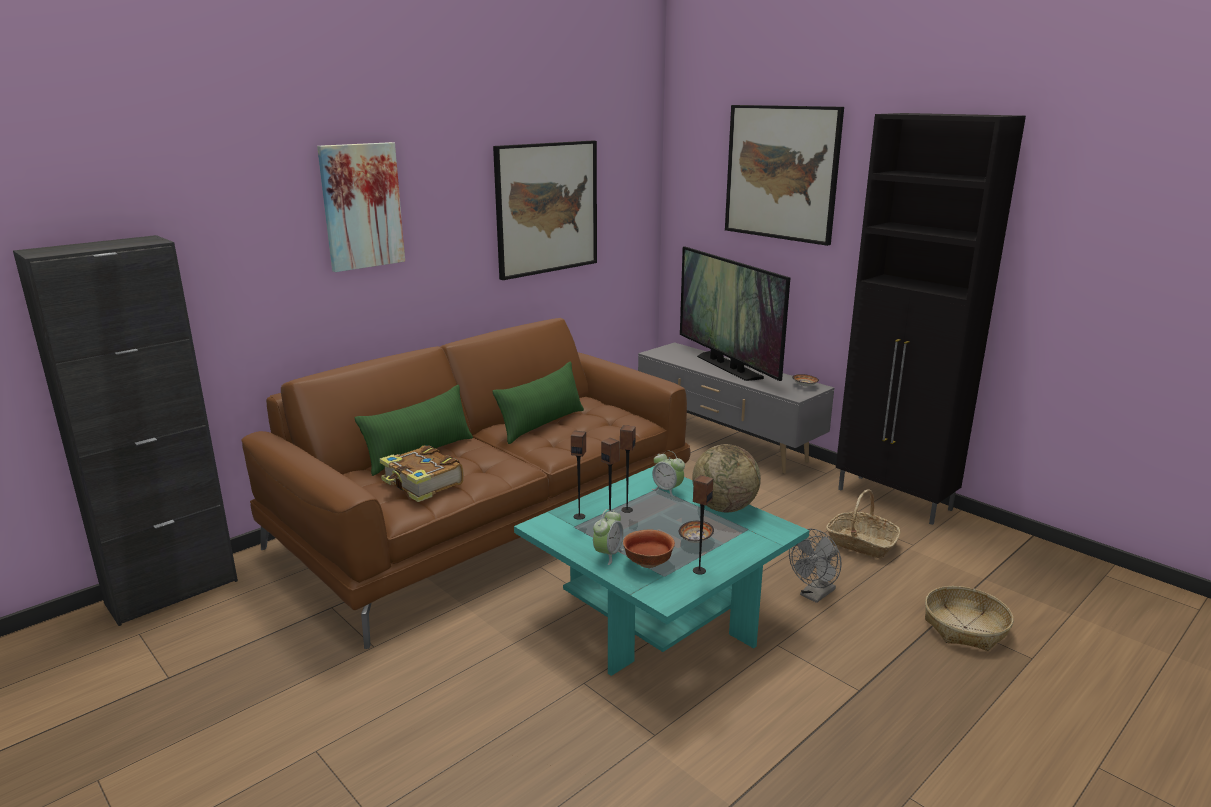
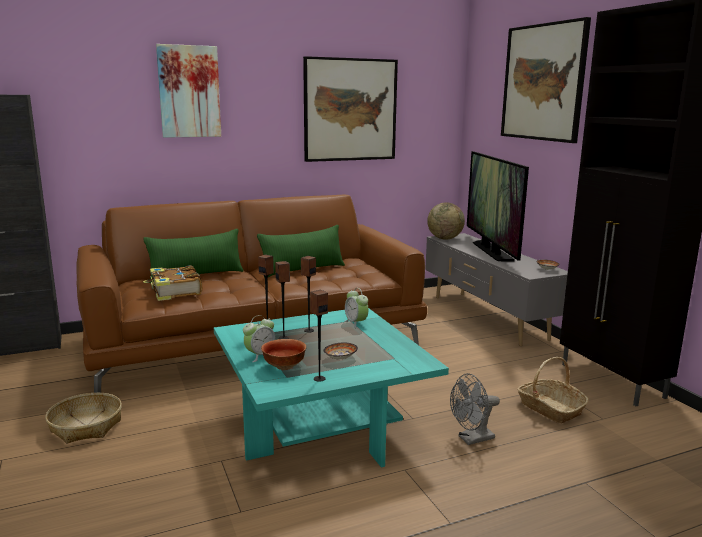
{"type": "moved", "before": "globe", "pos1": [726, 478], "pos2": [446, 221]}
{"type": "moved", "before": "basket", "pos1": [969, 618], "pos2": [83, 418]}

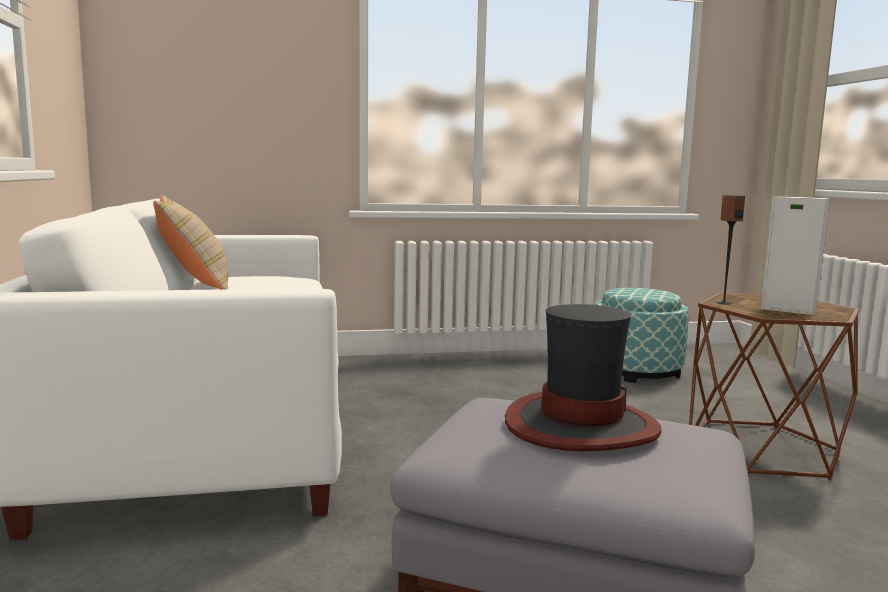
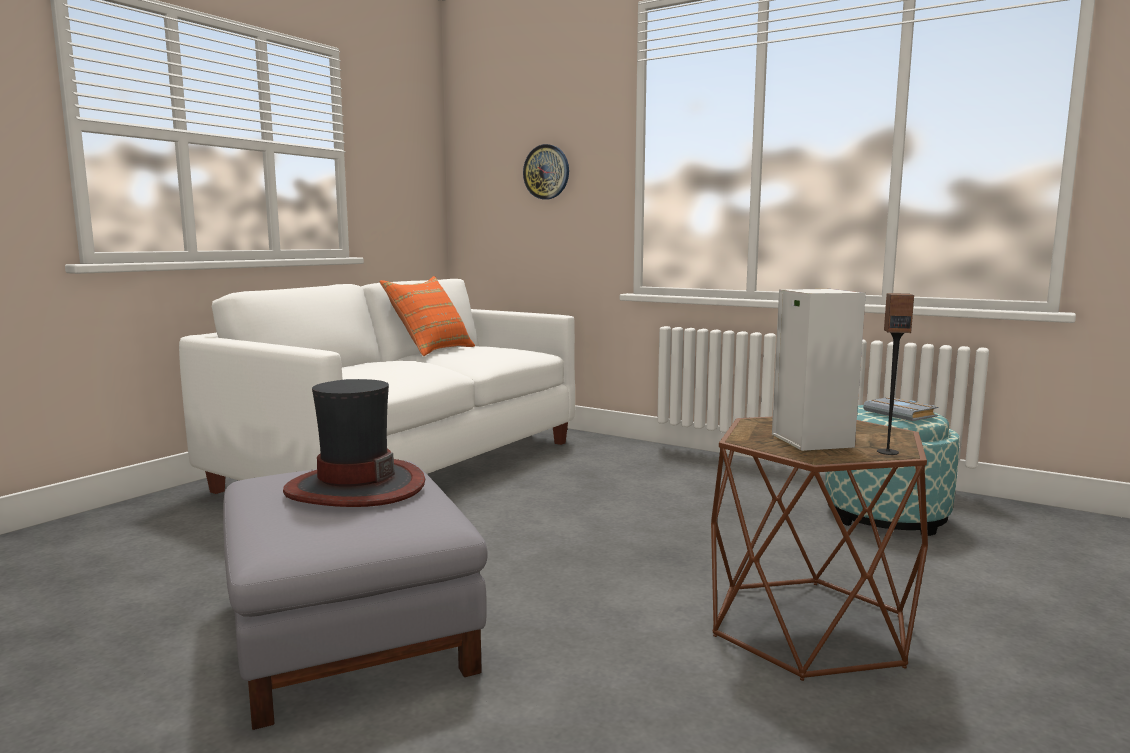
{"type": "added", "after": "wall clock", "pos2": [546, 172]}
{"type": "added", "after": "grey book", "pos2": [900, 409]}
{"type": "moved", "before": "speaker", "pos1": [731, 249], "pos2": [895, 374]}
{"type": "recoloured", "before": "beige pillow", "after": "orange pillow", "pos1": [191, 242], "pos2": [427, 316]}

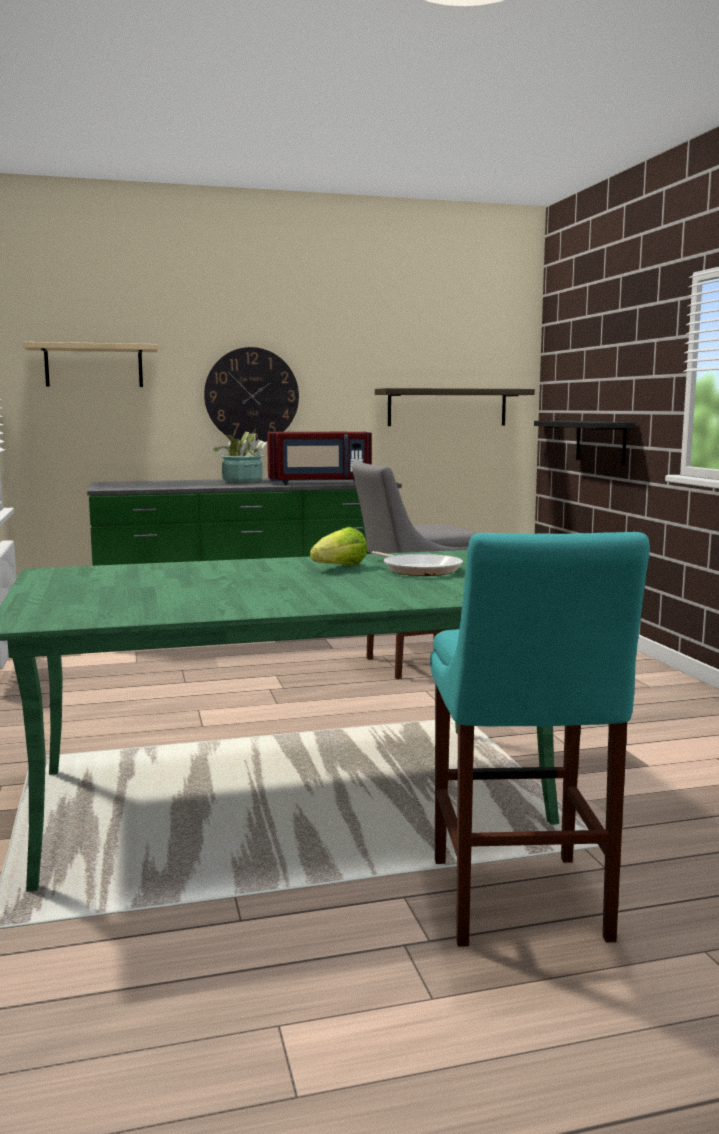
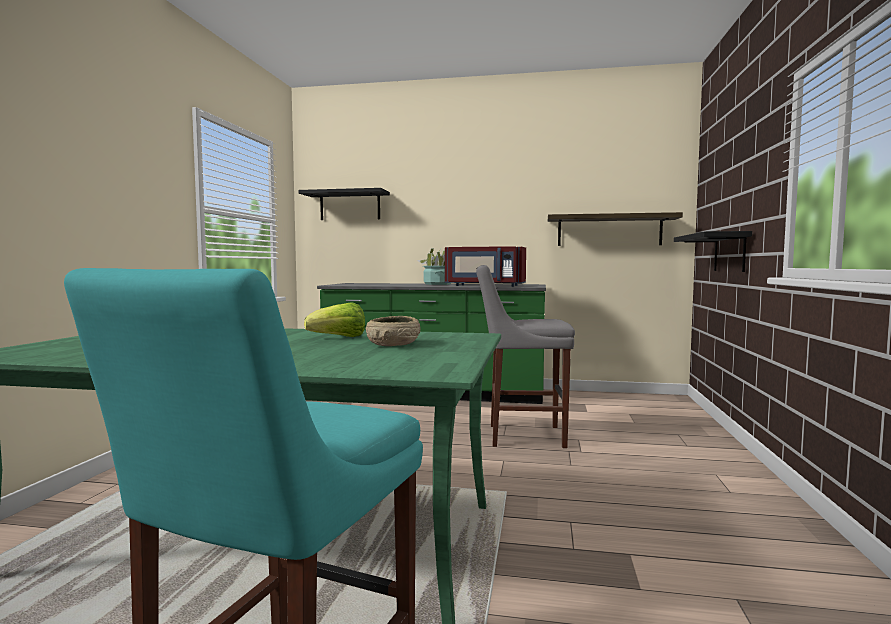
{"type": "removed", "before": "wall clock", "pos1": [251, 394]}
{"type": "replaced", "before": "frying pan", "after": "beige bowl", "pos1": [417, 563], "pos2": [393, 331]}
{"type": "recoloured", "before": "beige shelf", "after": "black shelf", "pos1": [90, 364], "pos2": [344, 204]}

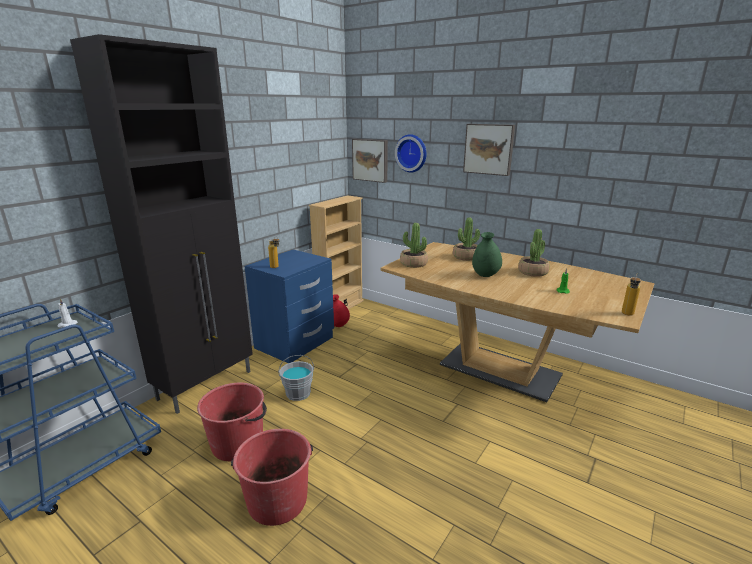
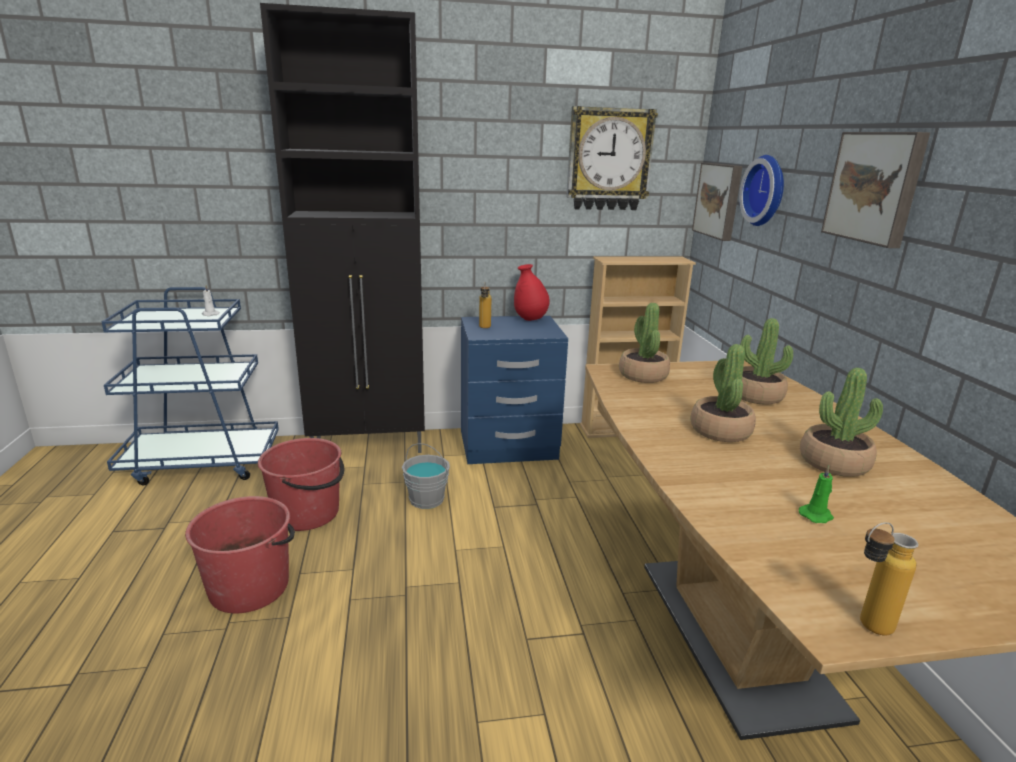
{"type": "added", "after": "wall clock", "pos2": [612, 158]}
{"type": "moved", "before": "red vase", "pos1": [341, 310], "pos2": [532, 292]}
{"type": "replaced", "before": "green vase", "after": "potted plant", "pos1": [487, 254], "pos2": [723, 393]}

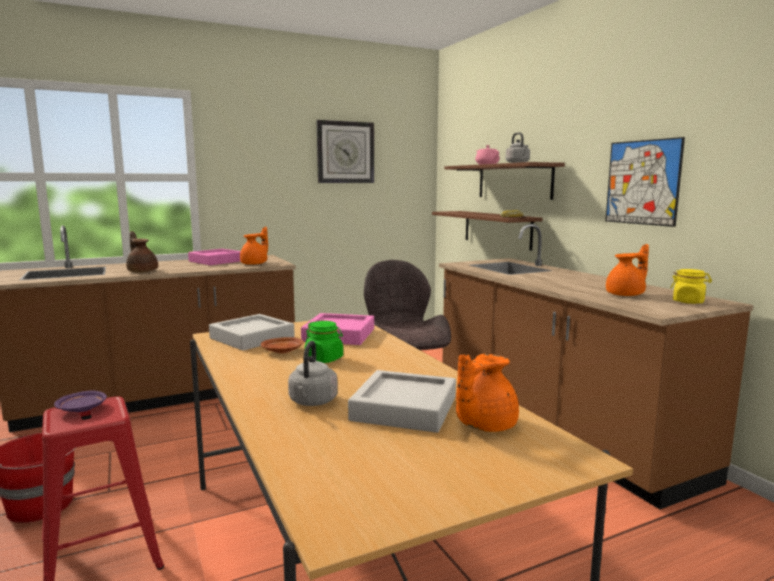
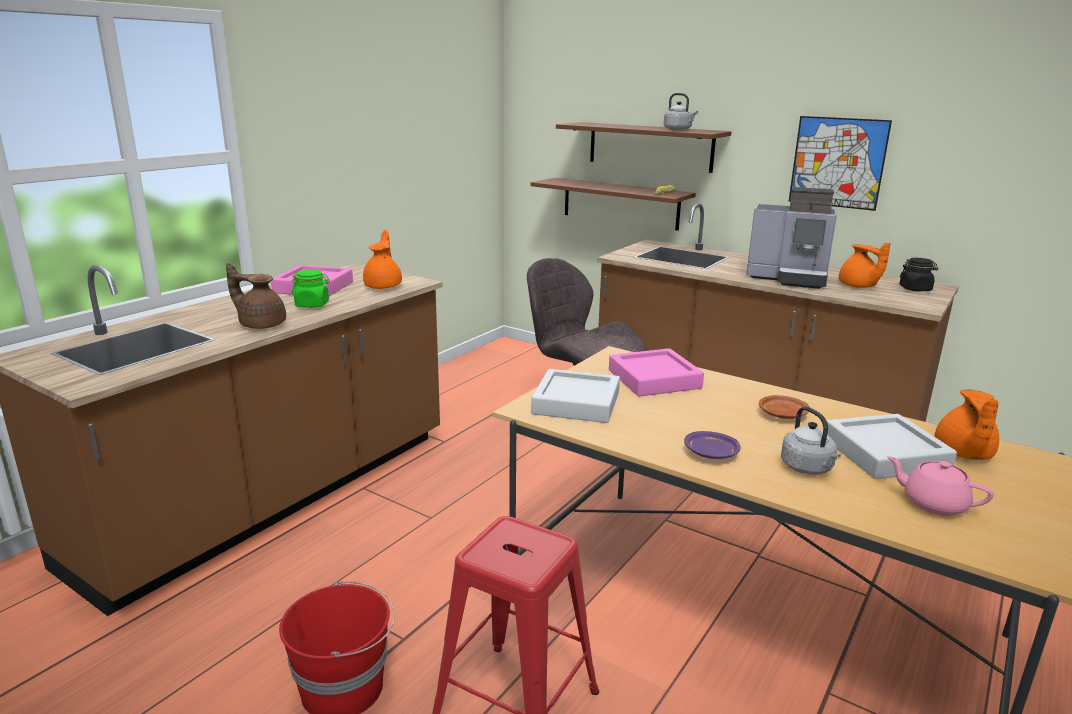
{"type": "removed", "before": "wall clock", "pos1": [345, 151]}
{"type": "added", "after": "coffee machine", "pos2": [791, 238]}
{"type": "moved", "before": "purple plate", "pos1": [80, 401], "pos2": [712, 445]}
{"type": "moved", "before": "brown plate", "pos1": [282, 345], "pos2": [784, 407]}
{"type": "moved", "before": "green jar", "pos1": [323, 342], "pos2": [311, 288]}
{"type": "moved", "before": "pink teapot", "pos1": [487, 154], "pos2": [940, 486]}
{"type": "recoloured", "before": "yellow jar", "after": "black jar", "pos1": [691, 286], "pos2": [918, 274]}
{"type": "turned", "before": "orange teapot", "pos1": [627, 270], "pos2": [865, 265], "turn": 120}

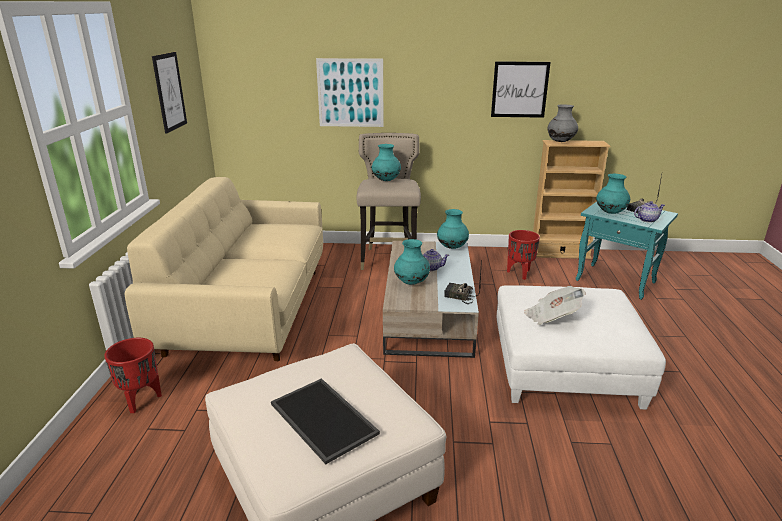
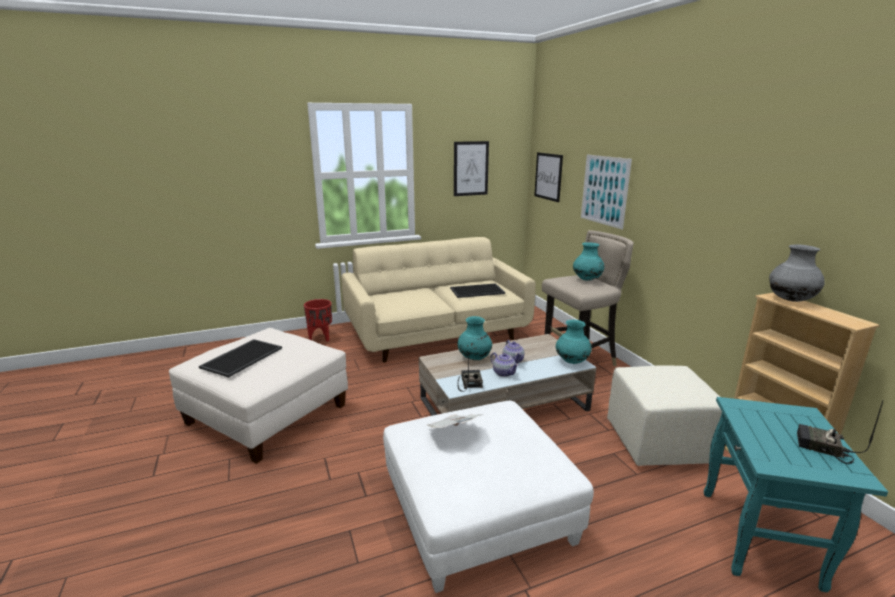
{"type": "removed", "before": "turquoise vase", "pos1": [613, 194]}
{"type": "added", "after": "tray", "pos2": [477, 290]}
{"type": "moved", "before": "picture", "pos1": [521, 89], "pos2": [548, 177]}
{"type": "moved", "before": "teapot", "pos1": [649, 212], "pos2": [505, 364]}
{"type": "replaced", "before": "red planter", "after": "beige ottoman", "pos1": [523, 255], "pos2": [664, 415]}

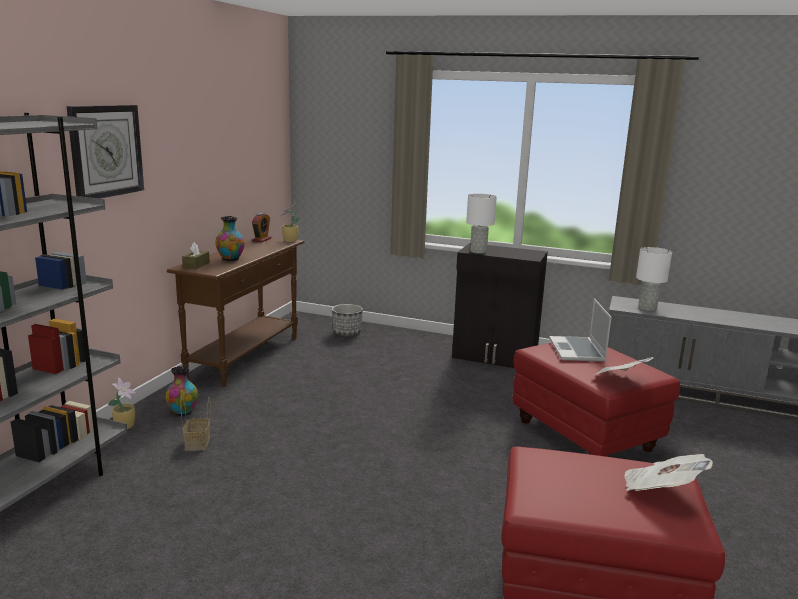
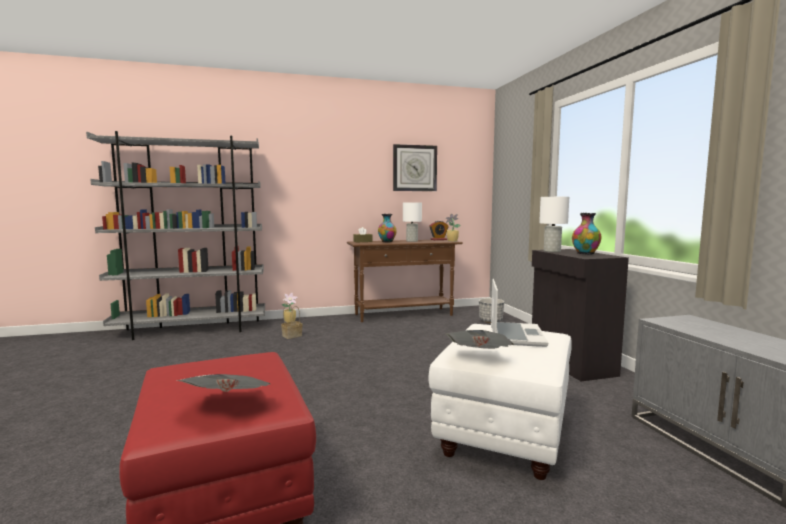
{"type": "moved", "before": "wall clock", "pos1": [105, 152], "pos2": [415, 167]}
{"type": "moved", "before": "vase", "pos1": [181, 391], "pos2": [586, 234]}
{"type": "moved", "before": "white table lamp", "pos1": [654, 279], "pos2": [412, 222]}
{"type": "recoloured", "before": "red ottoman", "after": "white ottoman", "pos1": [596, 399], "pos2": [500, 402]}
{"type": "turned", "before": "laptop", "pos1": [580, 330], "pos2": [519, 313], "turn": 135}

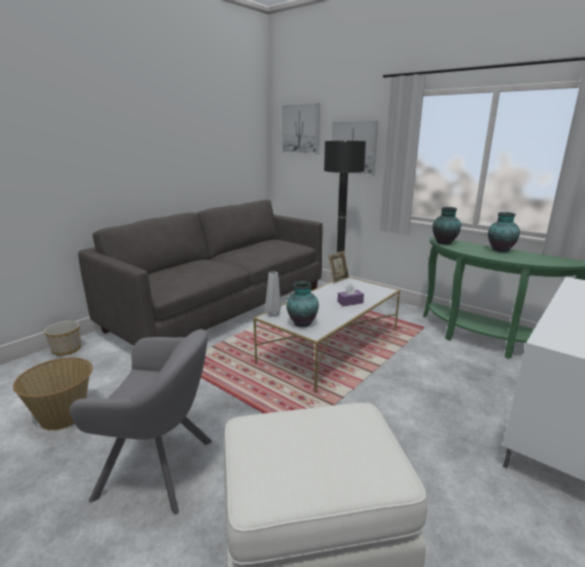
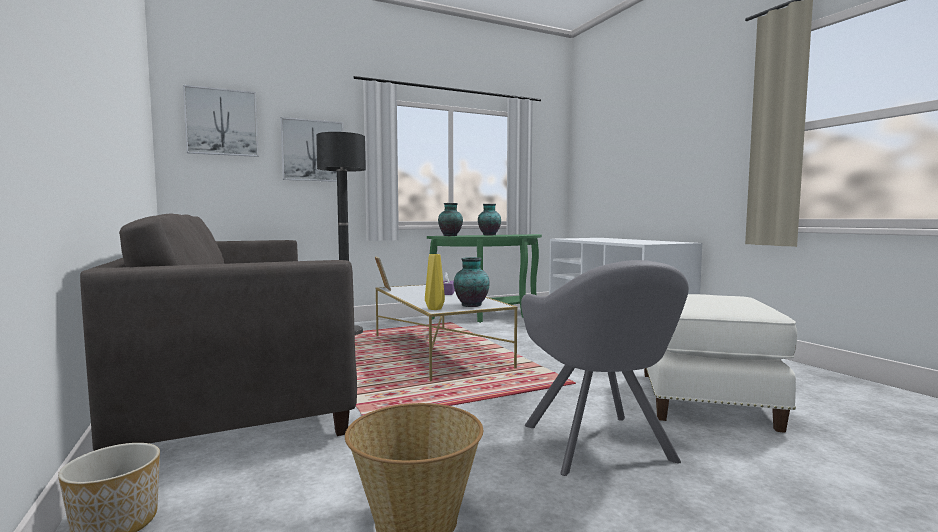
{"type": "recoloured", "before": "grey vase", "after": "yellow vase", "pos1": [273, 294], "pos2": [435, 282]}
{"type": "turned", "before": "grey armchair", "pos1": [140, 421], "pos2": [605, 368], "turn": 135}

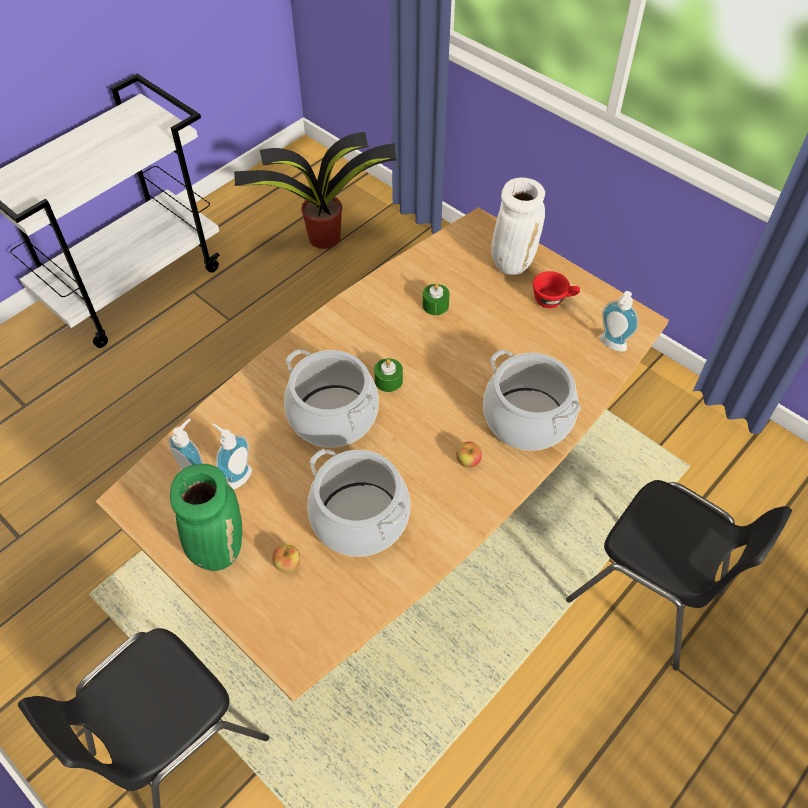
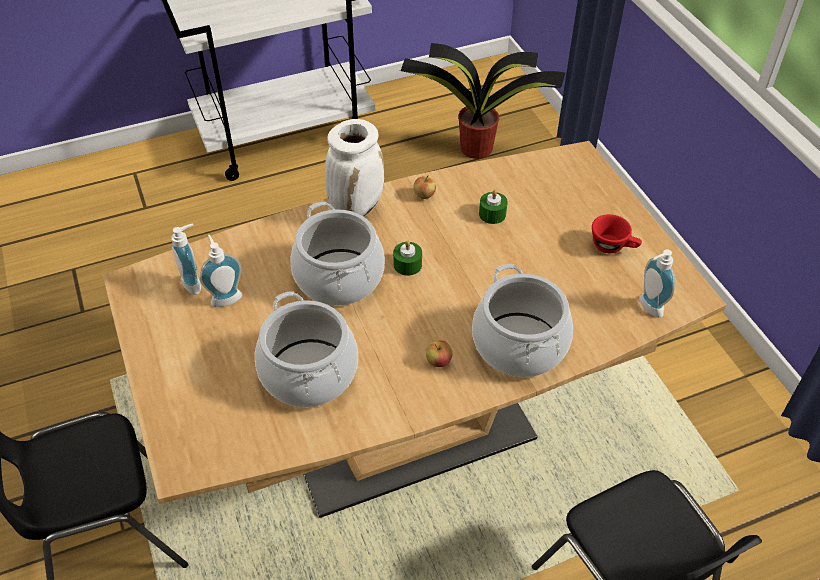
{"type": "removed", "before": "green vase", "pos1": [206, 517]}
{"type": "moved", "before": "apple", "pos1": [286, 559], "pos2": [424, 187]}
{"type": "moved", "before": "white vase", "pos1": [518, 226], "pos2": [354, 168]}

